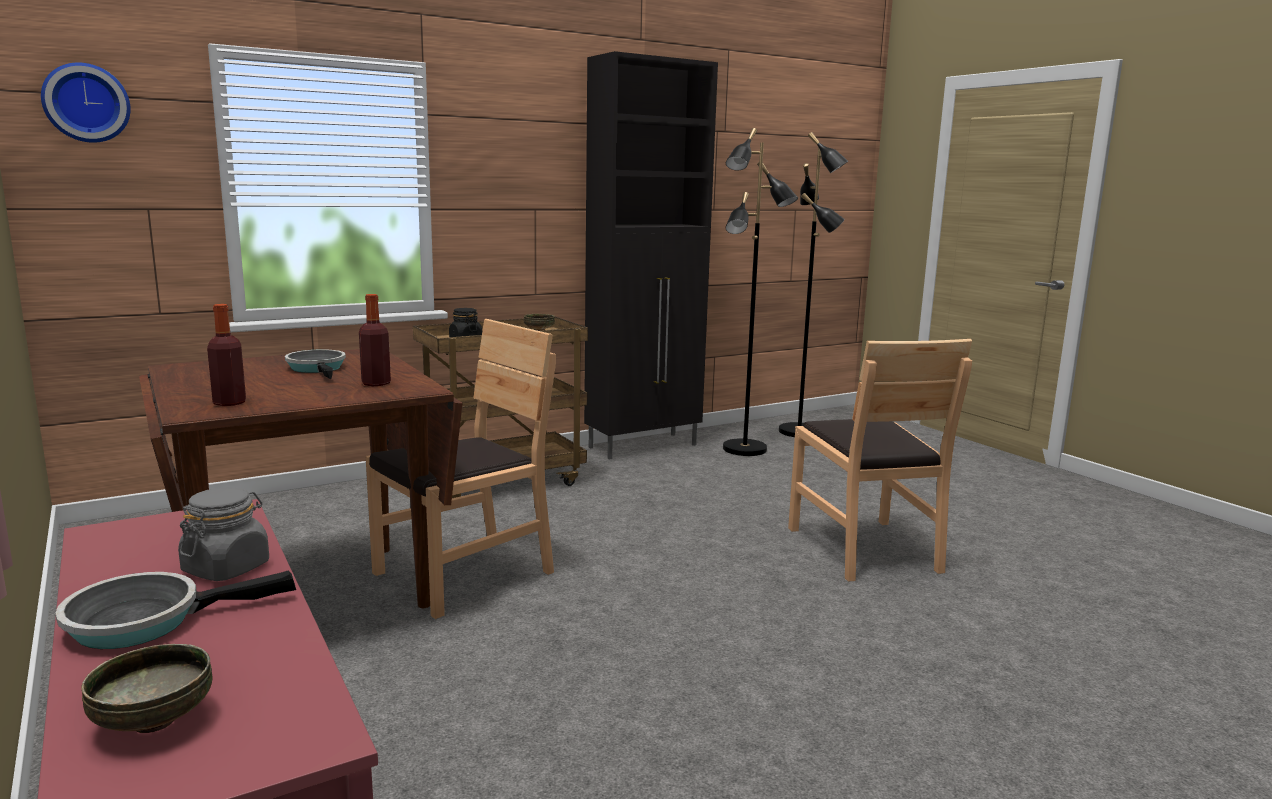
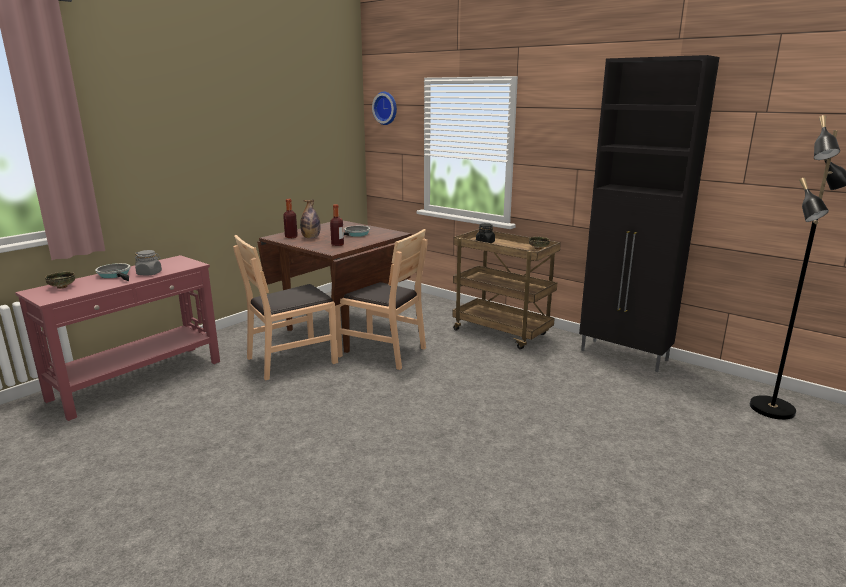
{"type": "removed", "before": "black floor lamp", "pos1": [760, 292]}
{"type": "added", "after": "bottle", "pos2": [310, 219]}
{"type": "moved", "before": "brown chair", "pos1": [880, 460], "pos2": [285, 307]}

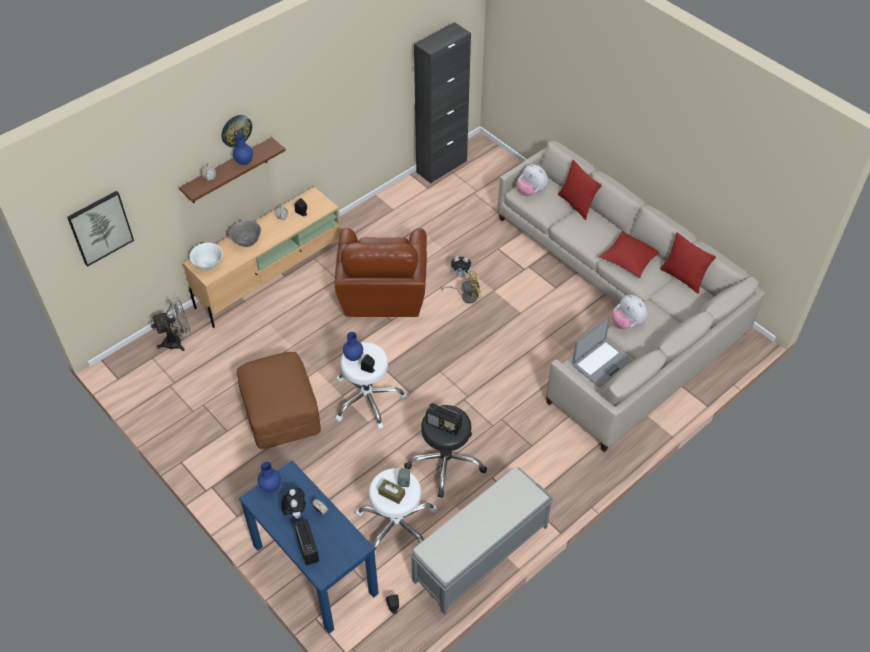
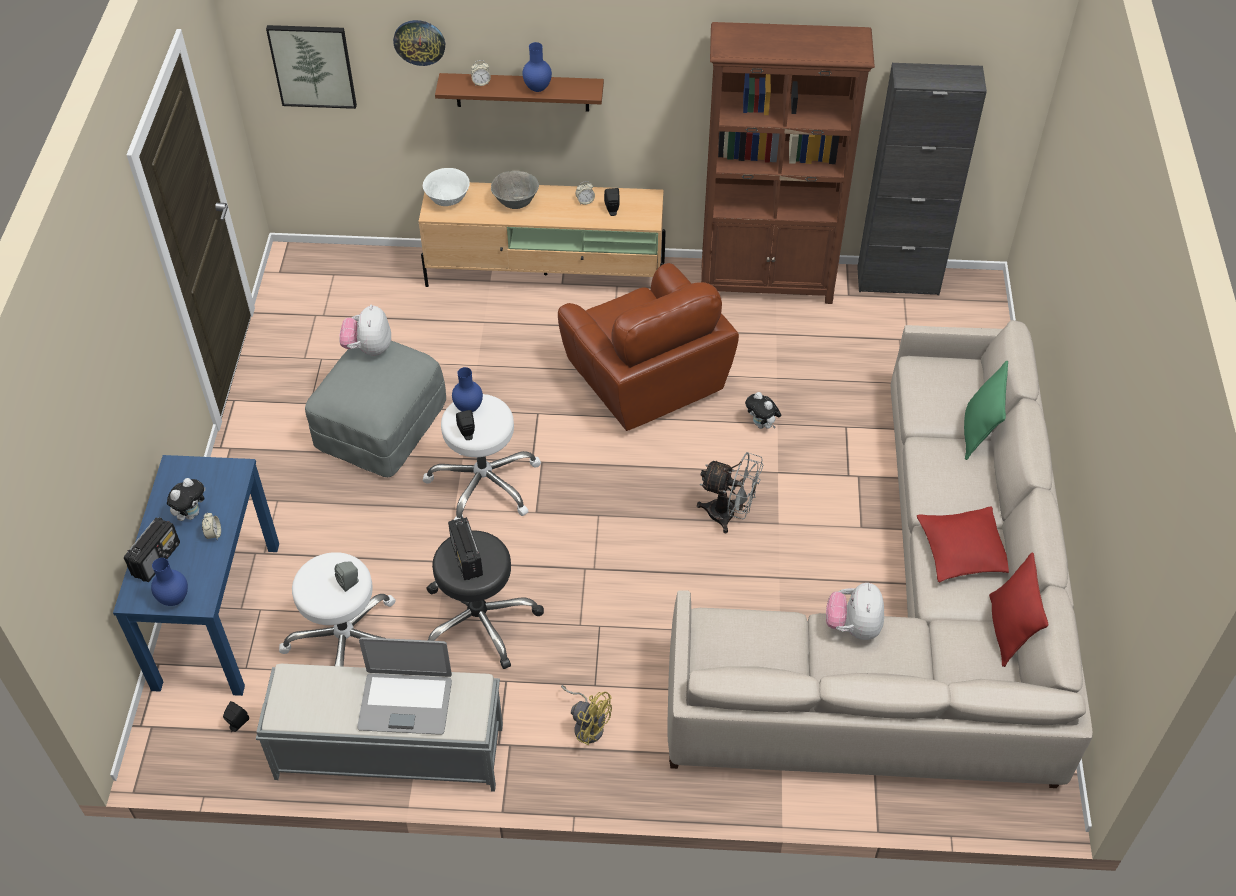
{"type": "removed", "before": "brown tissue box", "pos1": [391, 491]}
{"type": "added", "after": "brown bookcase", "pos2": [788, 163]}
{"type": "moved", "before": "grey fan", "pos1": [171, 324], "pos2": [730, 492]}
{"type": "moved", "before": "wall clock", "pos1": [236, 131], "pos2": [419, 43]}
{"type": "moved", "before": "blue vase", "pos1": [269, 477], "pos2": [169, 582]}
{"type": "moved", "before": "yellow fan", "pos1": [461, 287], "pos2": [586, 715]}
{"type": "moved", "before": "plush toy", "pos1": [532, 180], "pos2": [365, 330]}
{"type": "moved", "before": "laptop", "pos1": [602, 351], "pos2": [404, 686]}
{"type": "recoloured", "before": "brown ottoman", "after": "grey ottoman", "pos1": [279, 400], "pos2": [375, 409]}
{"type": "recoloured", "before": "red pillow", "after": "green pillow", "pos1": [580, 190], "pos2": [986, 410]}
{"type": "turned", "before": "brown armchair", "pos1": [381, 272], "pos2": [648, 347], "turn": -75}

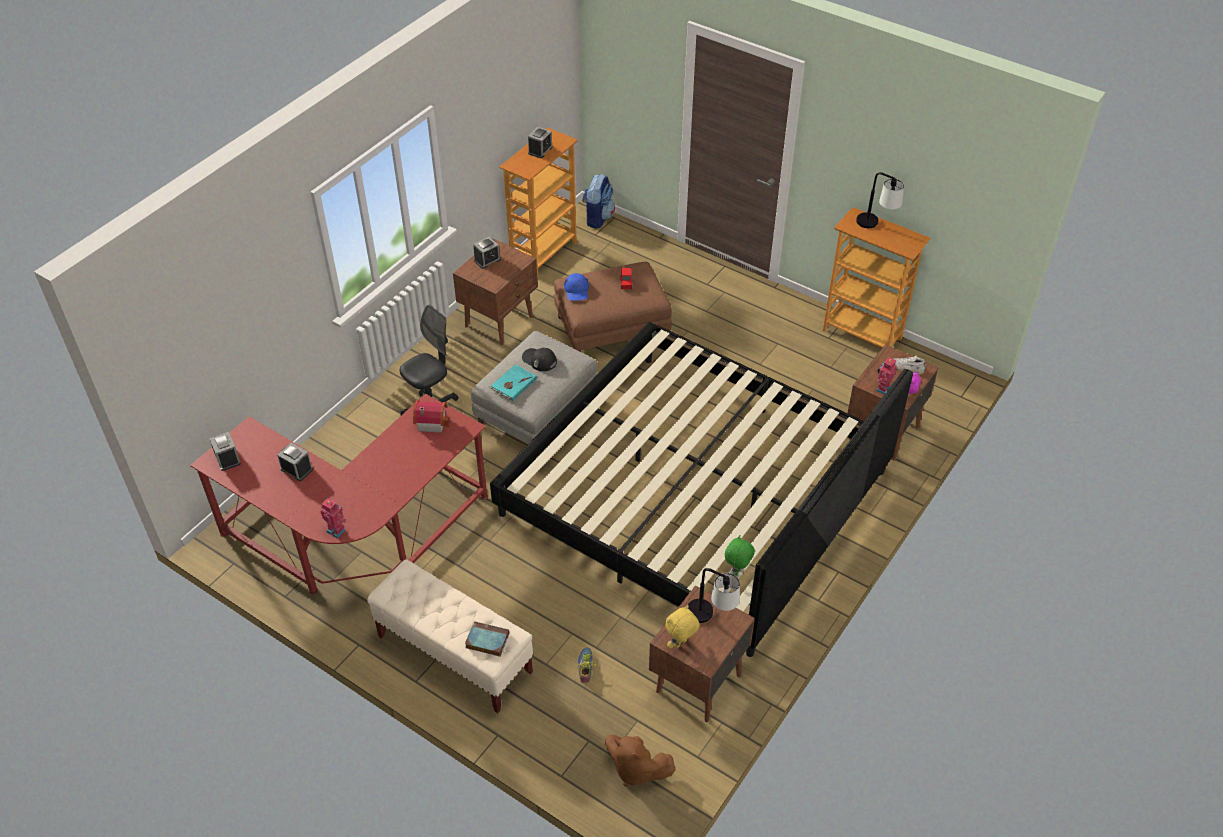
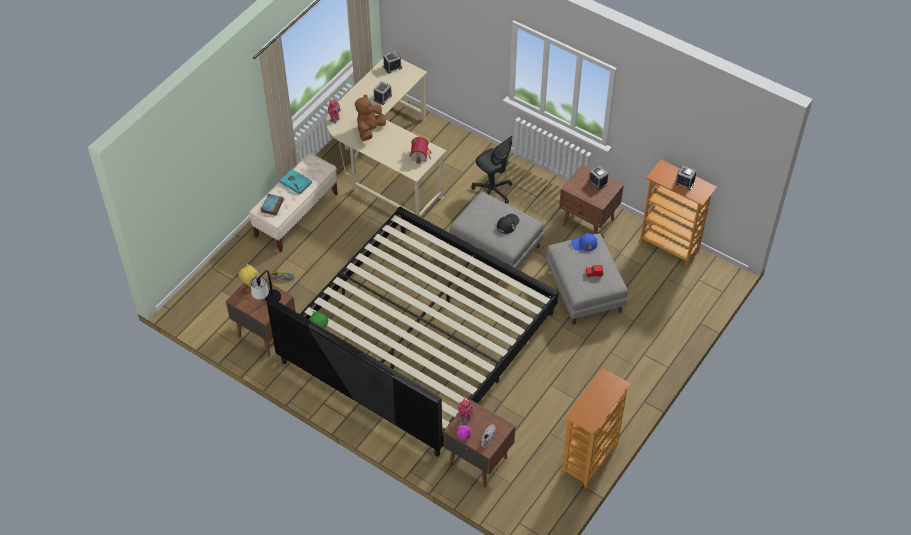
{"type": "removed", "before": "backpack", "pos1": [598, 201]}
{"type": "removed", "before": "table lamp", "pos1": [880, 200]}
{"type": "moved", "before": "turquoise book", "pos1": [513, 382], "pos2": [296, 181]}
{"type": "moved", "before": "brown plush toy", "pos1": [640, 761], "pos2": [370, 118]}
{"type": "recoloured", "before": "red desk", "after": "beige desk", "pos1": [339, 494], "pos2": [386, 135]}
{"type": "recoloured", "before": "brown ottoman", "after": "grey ottoman", "pos1": [613, 307], "pos2": [587, 279]}

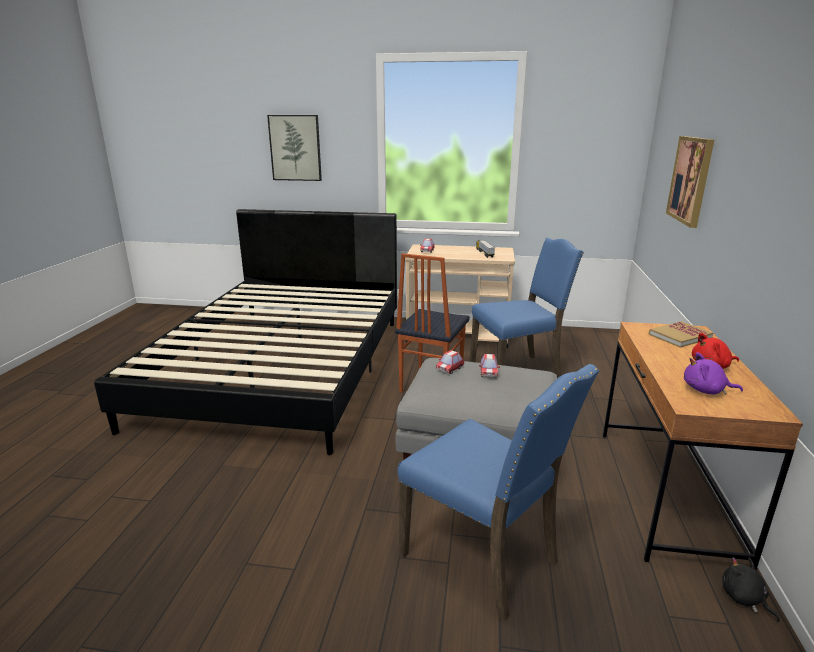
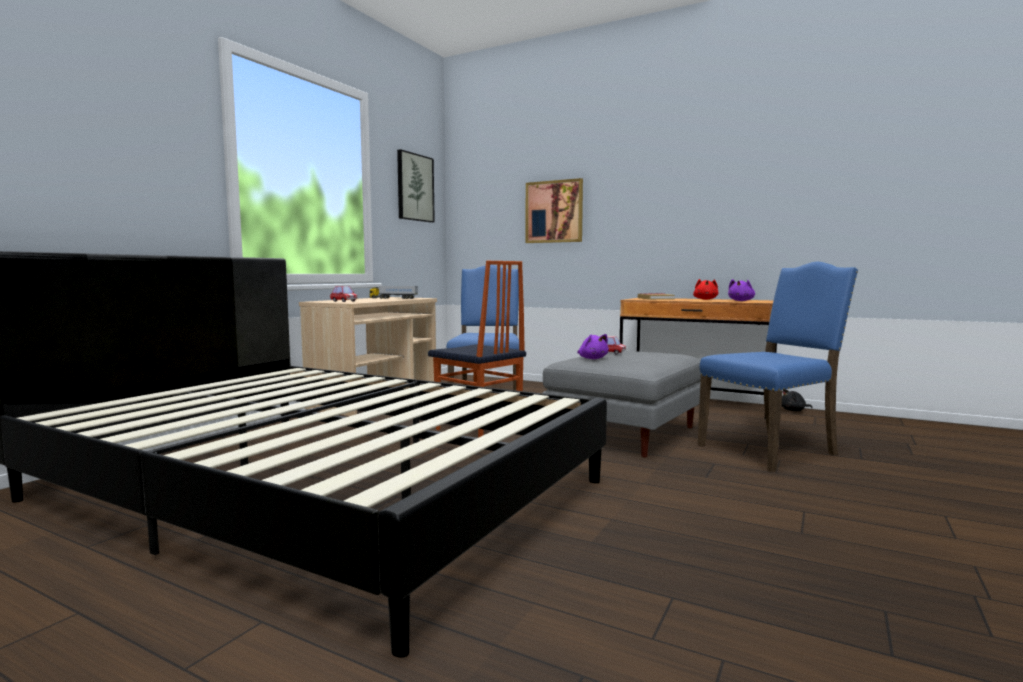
{"type": "moved", "before": "picture", "pos1": [294, 148], "pos2": [416, 186]}
{"type": "replaced", "before": "toy car", "after": "purple plush toy", "pos1": [450, 362], "pos2": [593, 346]}

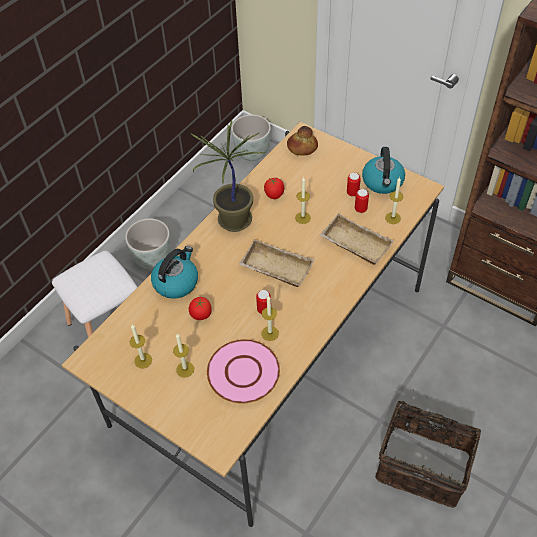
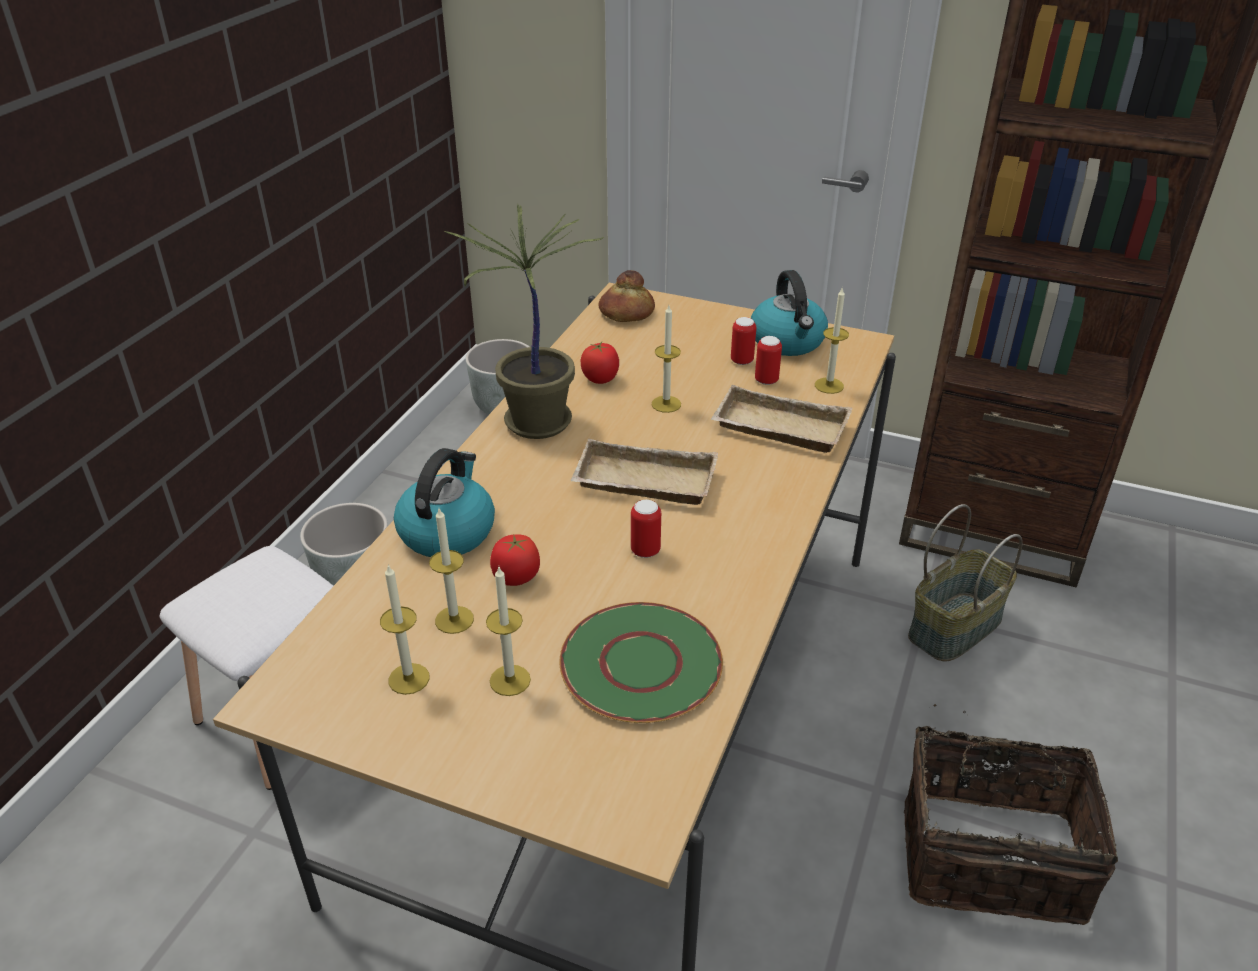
{"type": "added", "after": "basket", "pos2": [965, 583]}
{"type": "moved", "before": "candle", "pos1": [270, 318], "pos2": [451, 571]}
{"type": "recoloured", "before": "pink plate", "after": "green plate", "pos1": [243, 371], "pos2": [641, 662]}

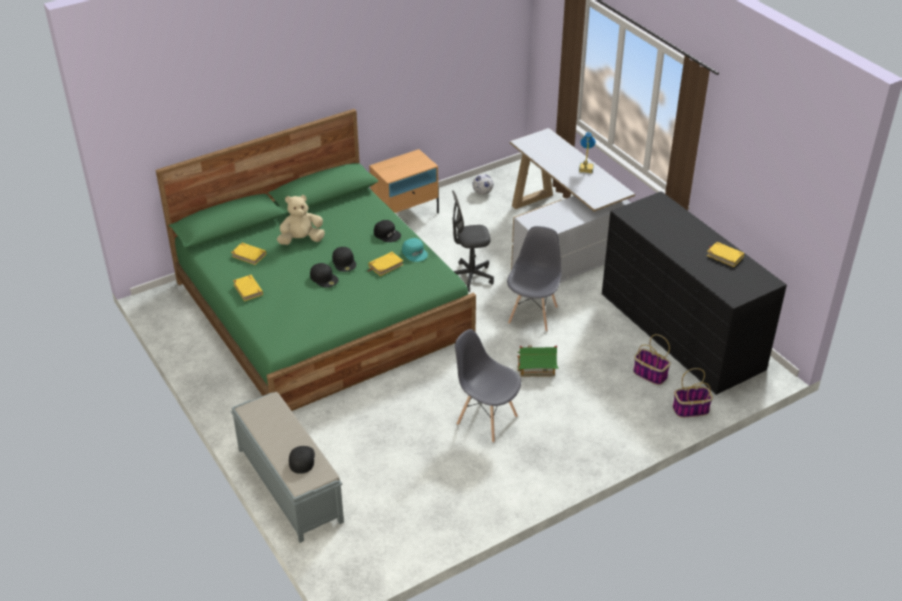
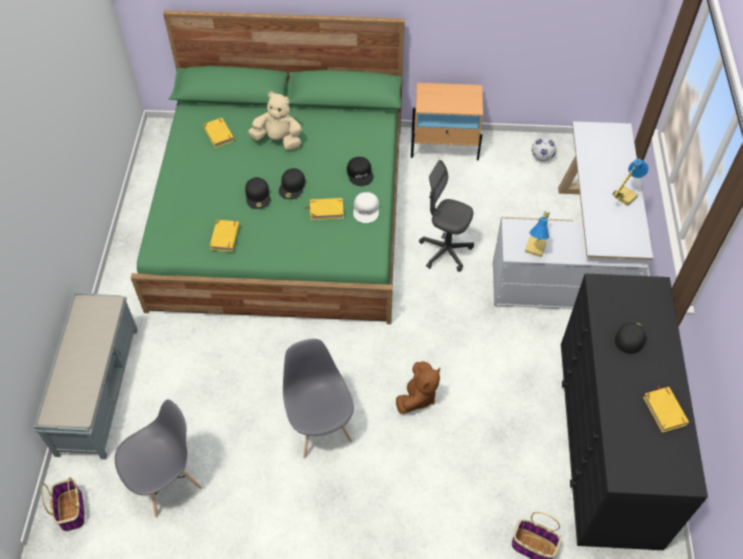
{"type": "added", "after": "table lamp", "pos2": [537, 234]}
{"type": "moved", "before": "yellow book", "pos1": [248, 288], "pos2": [224, 236]}
{"type": "moved", "before": "black cap", "pos1": [302, 460], "pos2": [632, 337]}
{"type": "moved", "before": "grey chair", "pos1": [534, 279], "pos2": [158, 458]}
{"type": "moved", "before": "basket", "pos1": [652, 359], "pos2": [63, 504]}
{"type": "replaced", "before": "toy house", "after": "brown plush toy", "pos1": [538, 361], "pos2": [418, 387]}
{"type": "recoloured", "before": "turquoise cap", "after": "white cap", "pos1": [415, 250], "pos2": [366, 207]}

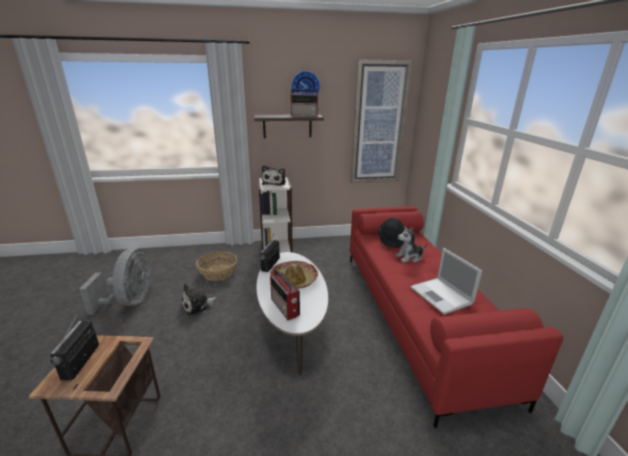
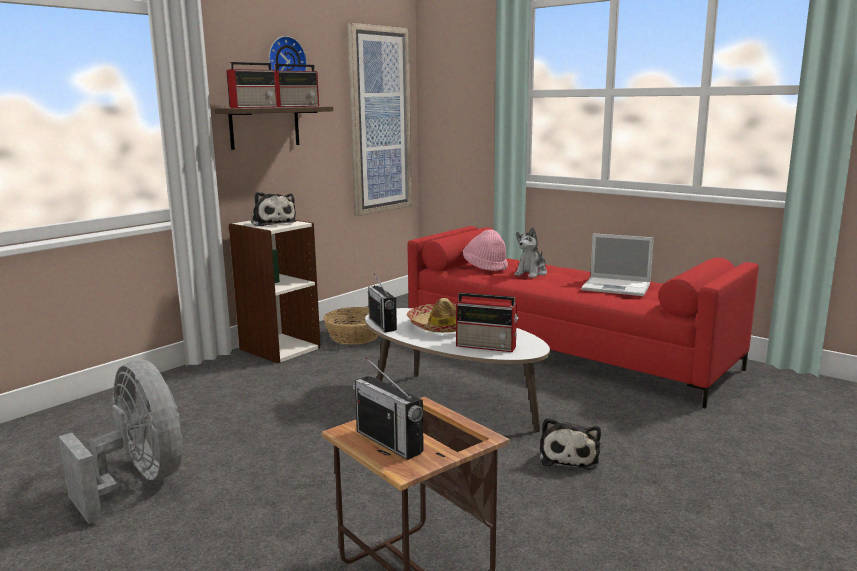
{"type": "added", "after": "radio", "pos2": [252, 85]}
{"type": "moved", "before": "plush toy", "pos1": [199, 299], "pos2": [570, 443]}
{"type": "moved", "before": "basket", "pos1": [216, 266], "pos2": [351, 326]}
{"type": "recoloured", "before": "black hat", "after": "pink hat", "pos1": [391, 233], "pos2": [485, 250]}

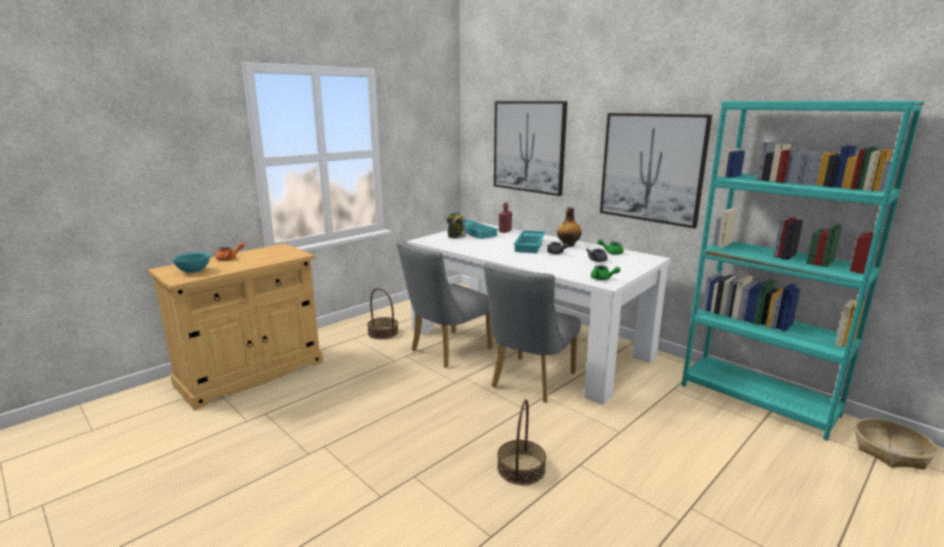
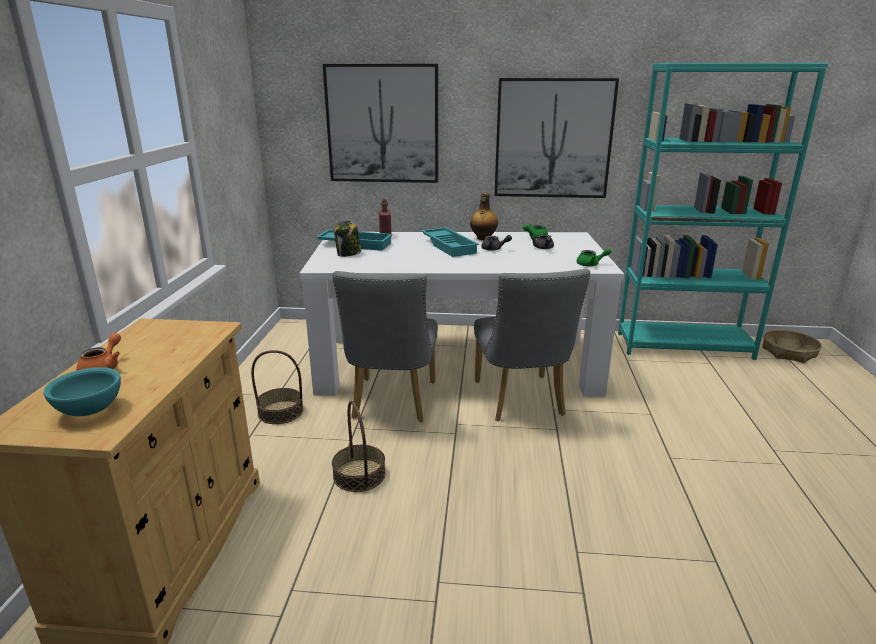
{"type": "moved", "before": "basket", "pos1": [521, 442], "pos2": [359, 446]}

